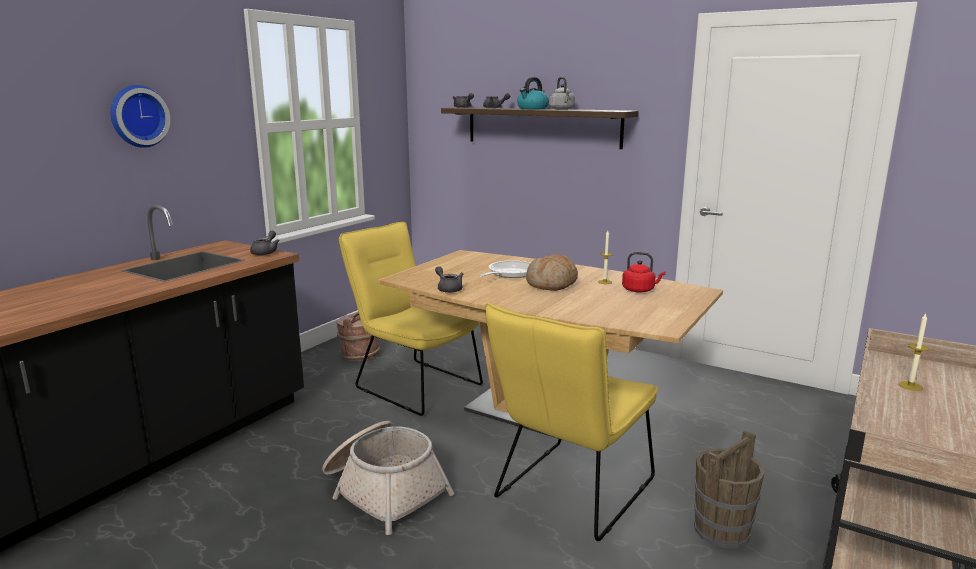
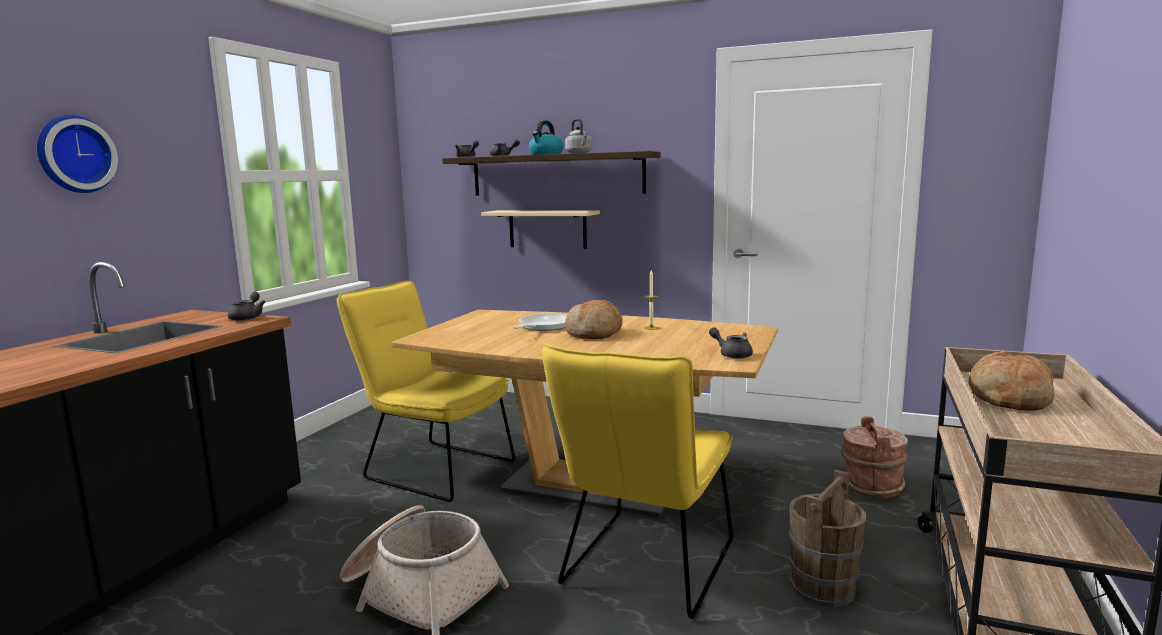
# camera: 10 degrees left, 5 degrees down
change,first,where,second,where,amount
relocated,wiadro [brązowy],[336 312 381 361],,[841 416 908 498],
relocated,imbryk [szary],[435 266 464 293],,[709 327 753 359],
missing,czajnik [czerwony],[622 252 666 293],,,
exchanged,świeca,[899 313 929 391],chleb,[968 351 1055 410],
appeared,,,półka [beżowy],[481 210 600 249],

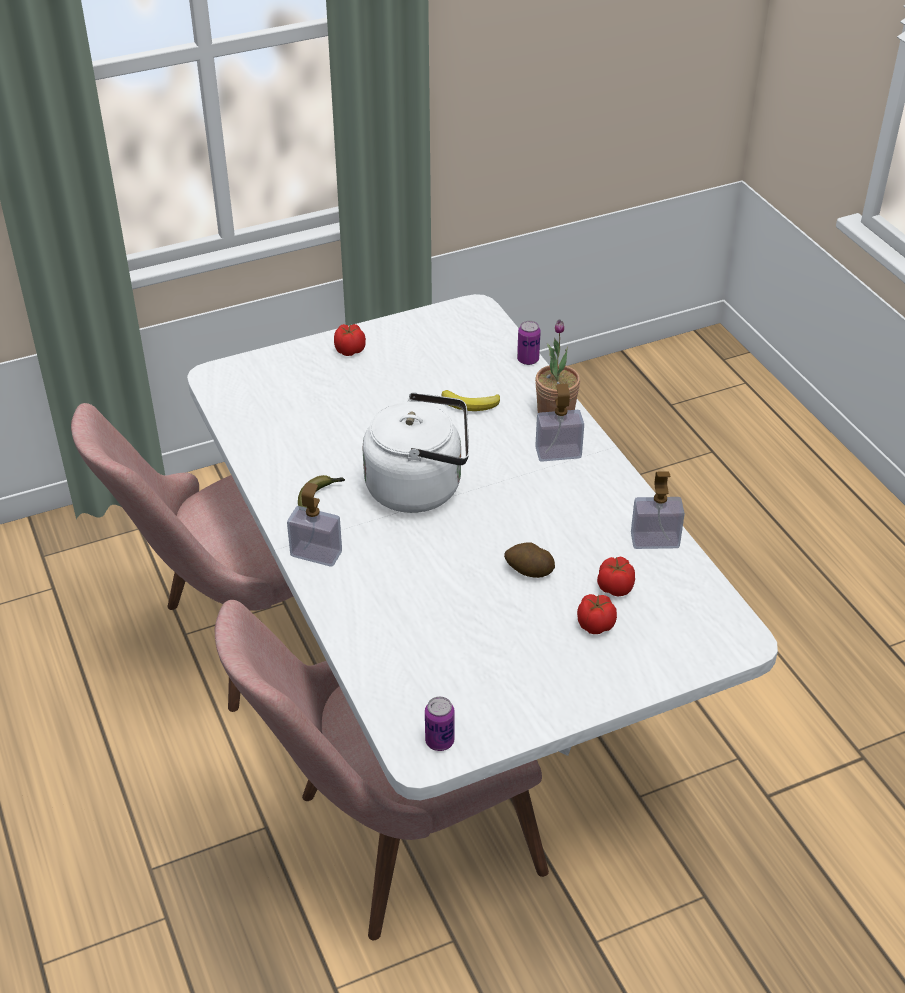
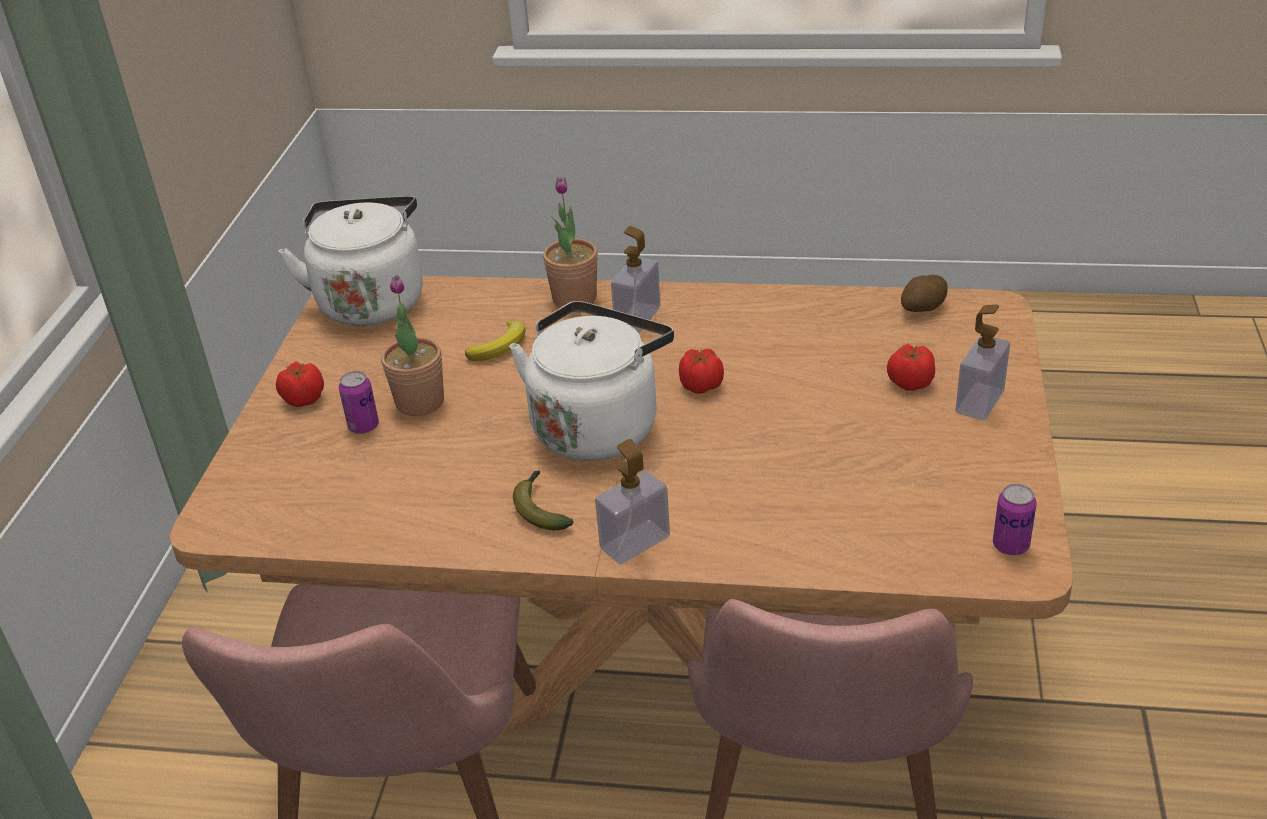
# camera: 55 degrees left, 5 degrees down
change,first,where,second,where,amount
colour,stół jadalny [biały],[187 294 778 800],stół jadalny [brązowy],[169 276 1073 734],
relocated,ziemniak,[504 542 555 578],,[901 275 948 312],
relocated,puszka,[517 321 541 365],,[339 371 379 434],
relocated,pomidor,[597 556 635 596],,[679 348 724 394],
relocated,dozownik mydła,[631 471 685 549],,[956 305 1010 421],
appeared,,,czajnik [biały],[279 196 423 326],
appeared,,,roślina doniczkowa,[381 275 444 416],

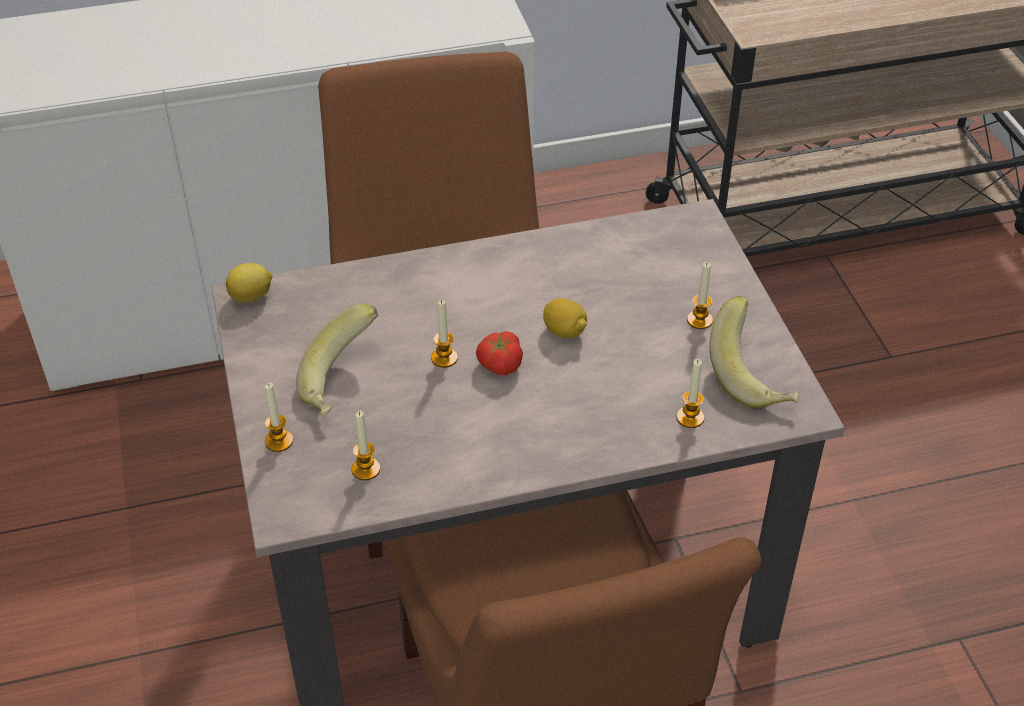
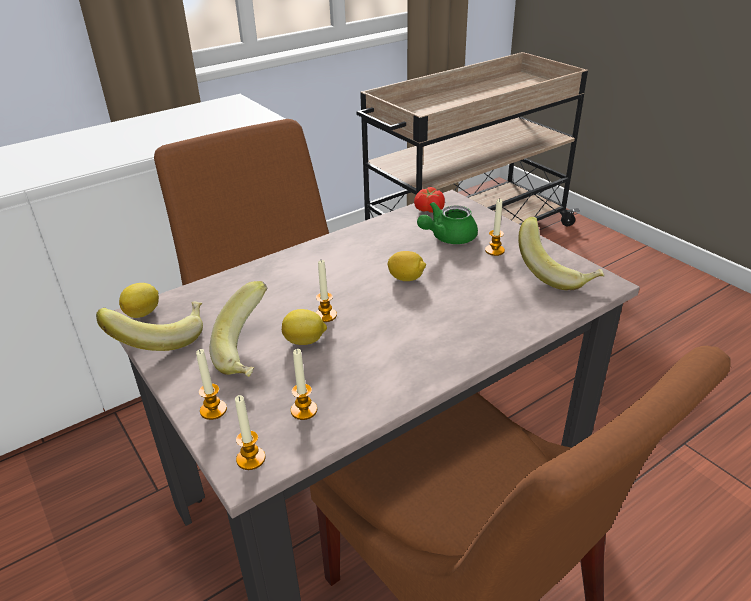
# camera: 20 degrees left, 10 degrees down
change,first,where,second,where,amount
relocated,pomidor,[476 331 523 376],,[414 187 445 213],
relocated,świeca,[676 359 705 428],,[235 395 265 470],
appeared,,,banan,[96 301 203 351],
appeared,,,cytryna,[282 309 327 345],
appeared,,,imbryk [zielony],[417 202 478 244],

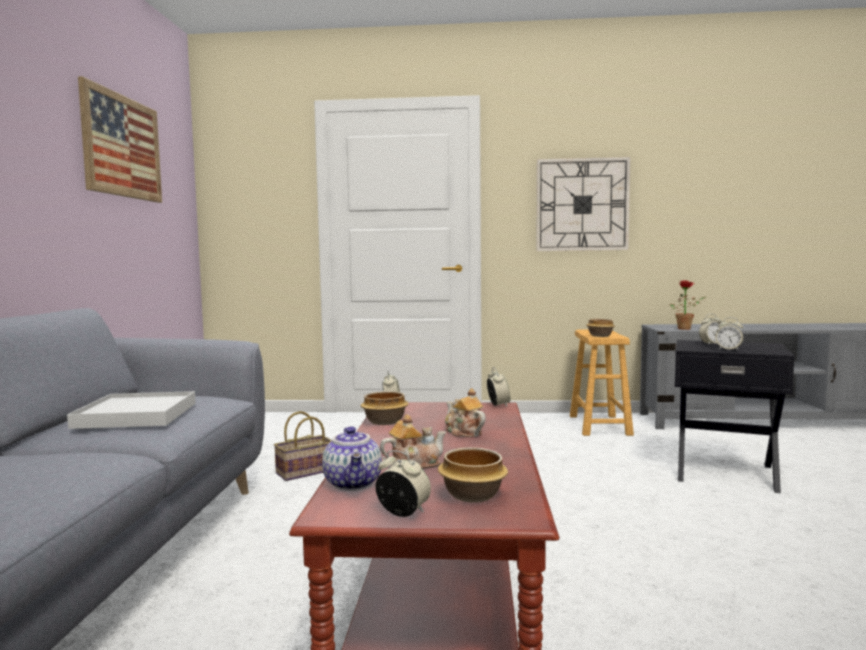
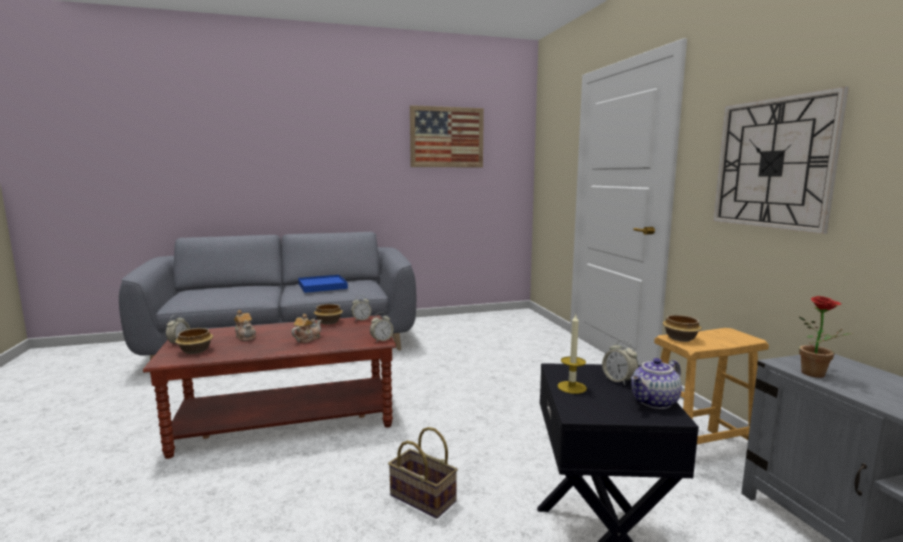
# camera: 70 degrees right, 5 degrees up
change,first,where,second,where,amount
colour,taca [biały],[67 391 196 429],taca [niebieski],[298 275 348 293],
relocated,koszyk,[274 411 332 481],,[388 427 458 519],
relocated,imbryk,[322 426 382 491],,[631 358 682 409],
exchanged,budzik,[715 317 743 351],świeca,[557 315 587 394],

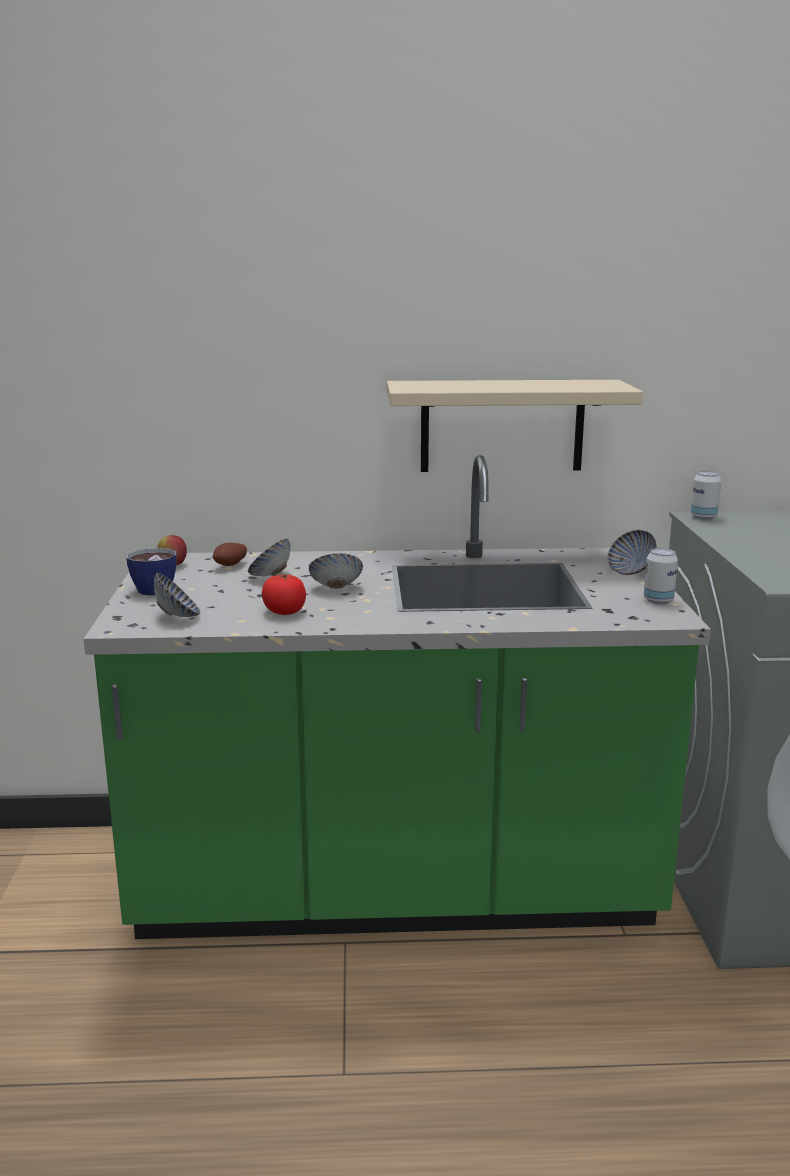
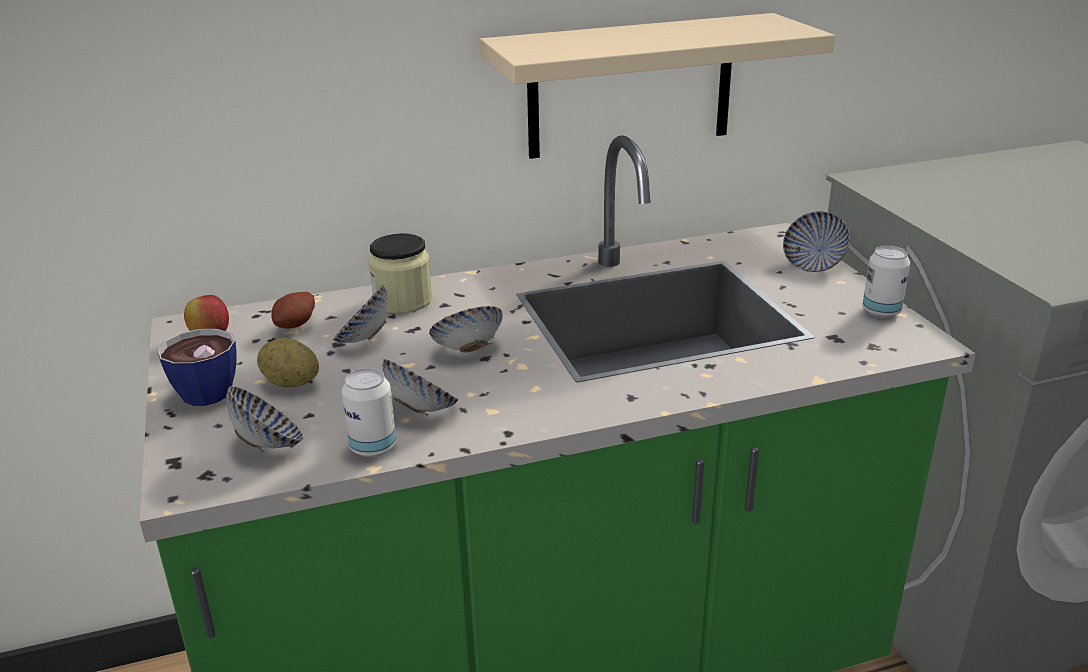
# camera: 15 degrees left, 10 degrees up
change,first,where,second,where,amount
exchanged,pomidor,[262 574 306 615],miska,[383 359 458 416],
relocated,puszka,[691 471 721 520],,[342 368 396 457],
appeared,,,ziemniak,[257 338 319 387],
appeared,,,słoik,[369 233 432 314],

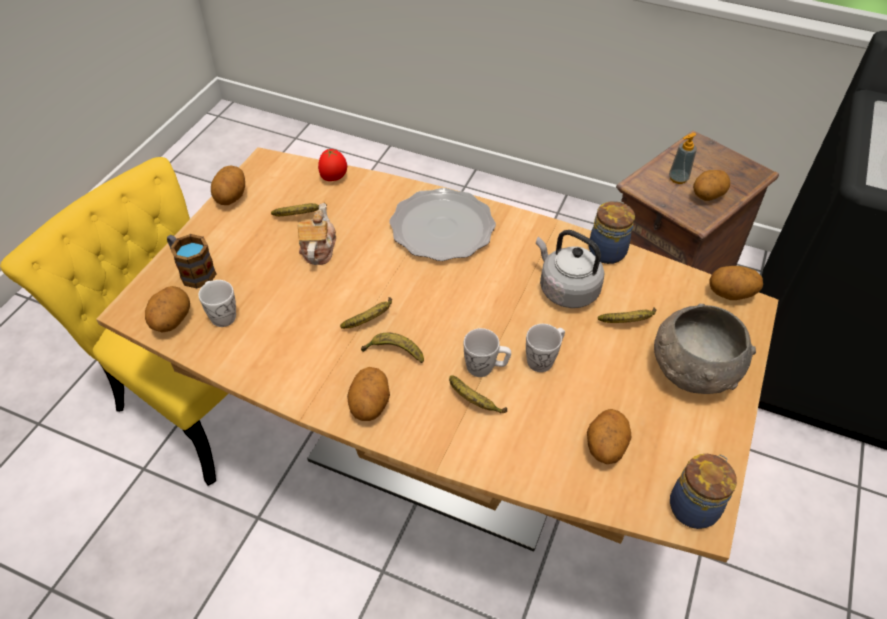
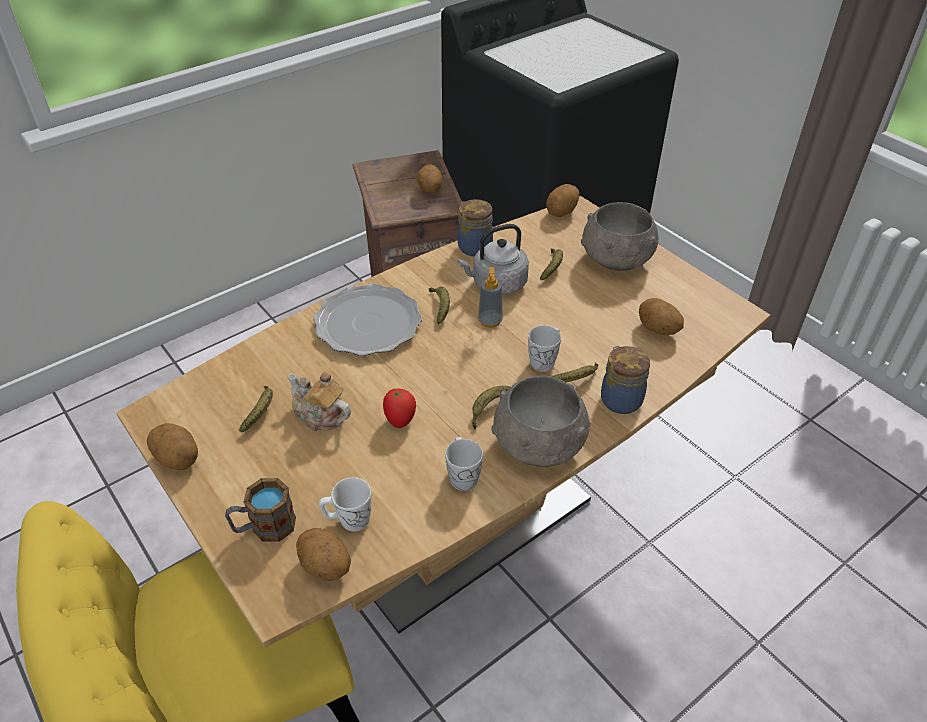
# camera: 60 degrees left, 5 degrees down
change,first,where,second,where,amount
relocated,pomidor,[318 149 347 181],,[383 389 416 428],
relocated,banan,[340 297 392 329],,[429 287 450 324],
exchanged,ziemniak,[347 367 390 421],miska [szary],[491 376 590 467],
relocated,kubek [biały],[526 324 565 372],,[445 437 483 491],
relocated,dozownik mydła,[669 133 697 184],,[478 267 503 328],
relocated,słoik,[670 454 737 529],,[601 346 650 414],

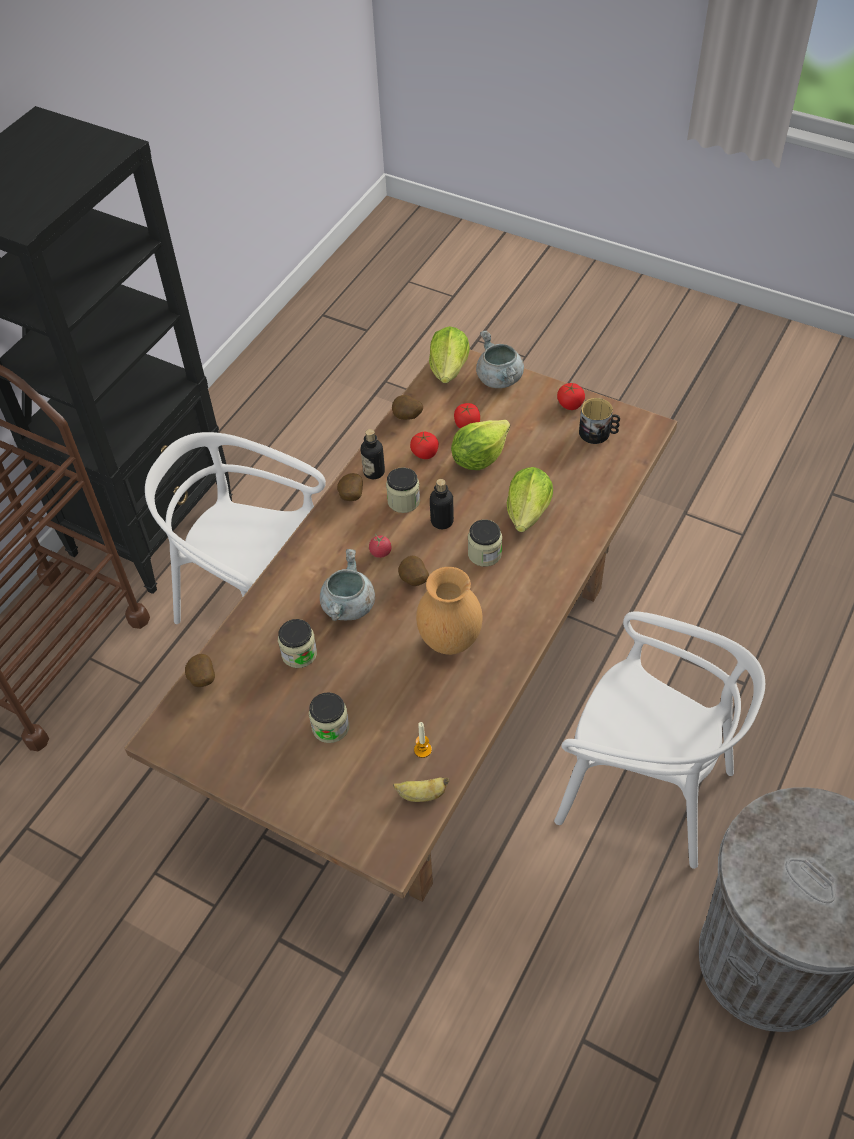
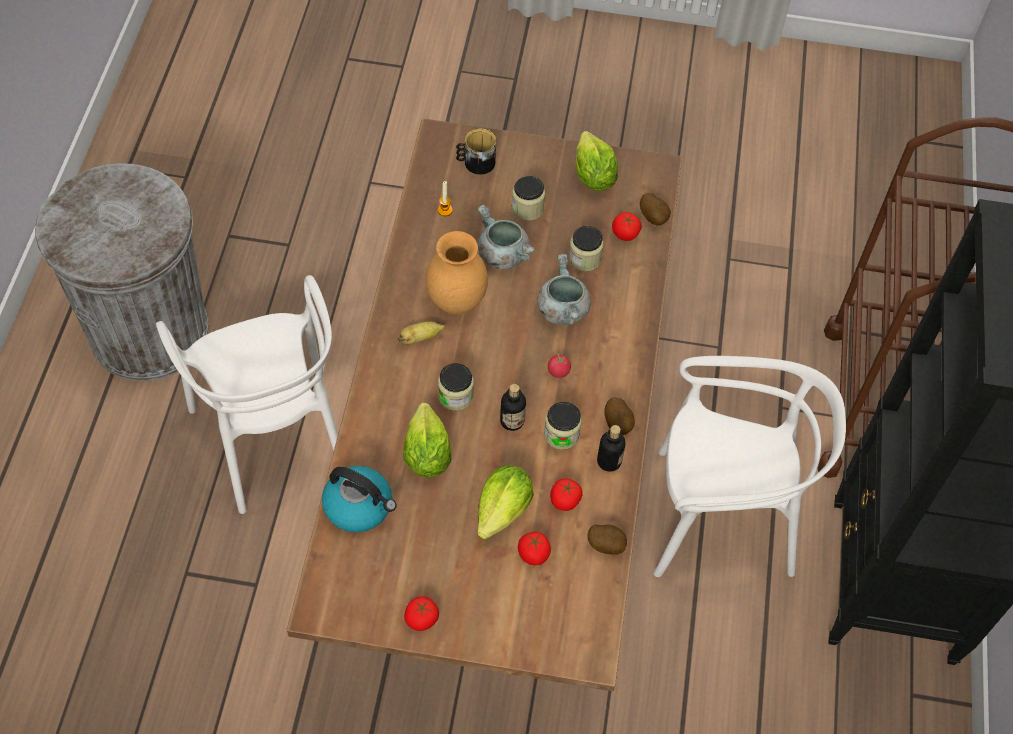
# camera: 155 degrees right, 5 degrees up
change,first,where,second,where,amount
relocated,banan,[393 777 449 802],,[398 321 445 344],
missing,ziemniak,[398 556 429 586],,,
relocated,sałata,[429 326 470 383],,[575 131 618 191],
relocated,garnek [szary],[476 331 524 388],,[477 204 535 269],
spun,krzesło [biały],[554 611 765 869],,[156 275 338 514],120 degrees counterclockwise
relocated,kubek,[579 398 620 444],,[456 128 496 175],
appeared,,,czajnik,[322 466 396 533],
appeared,,,pomidor,[612 212 642 241],

